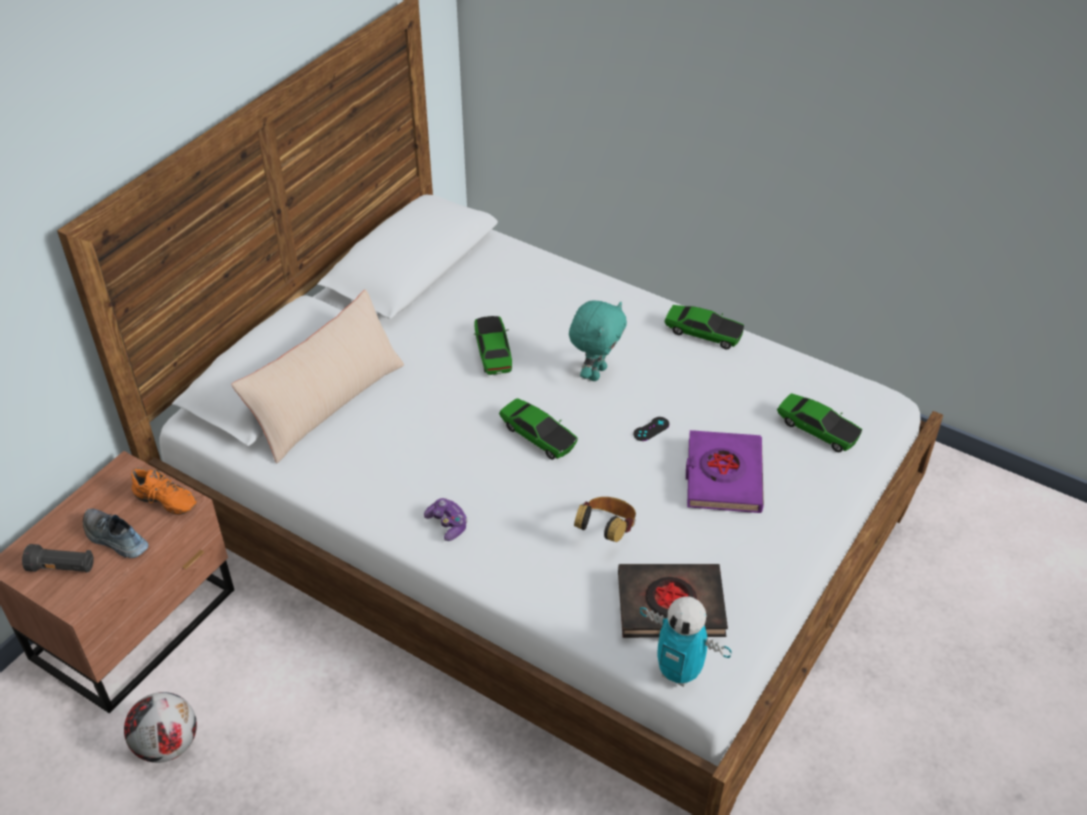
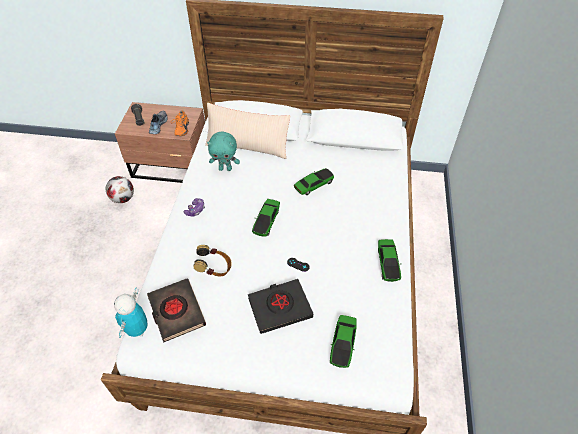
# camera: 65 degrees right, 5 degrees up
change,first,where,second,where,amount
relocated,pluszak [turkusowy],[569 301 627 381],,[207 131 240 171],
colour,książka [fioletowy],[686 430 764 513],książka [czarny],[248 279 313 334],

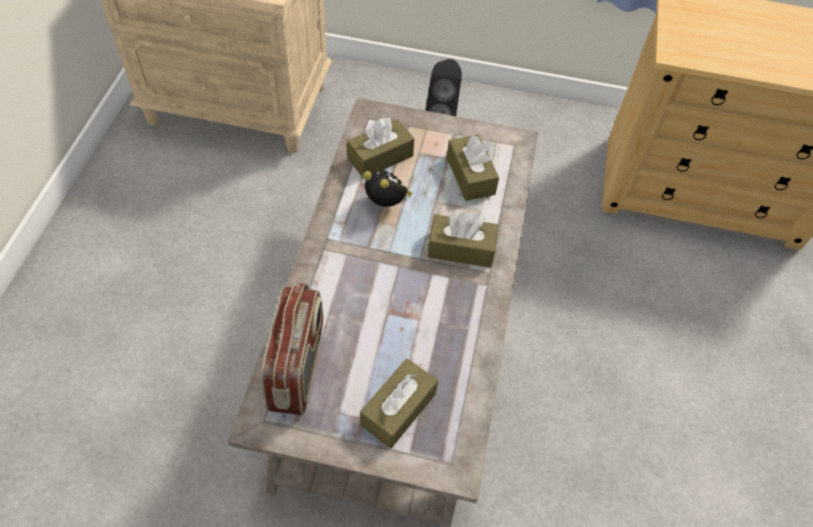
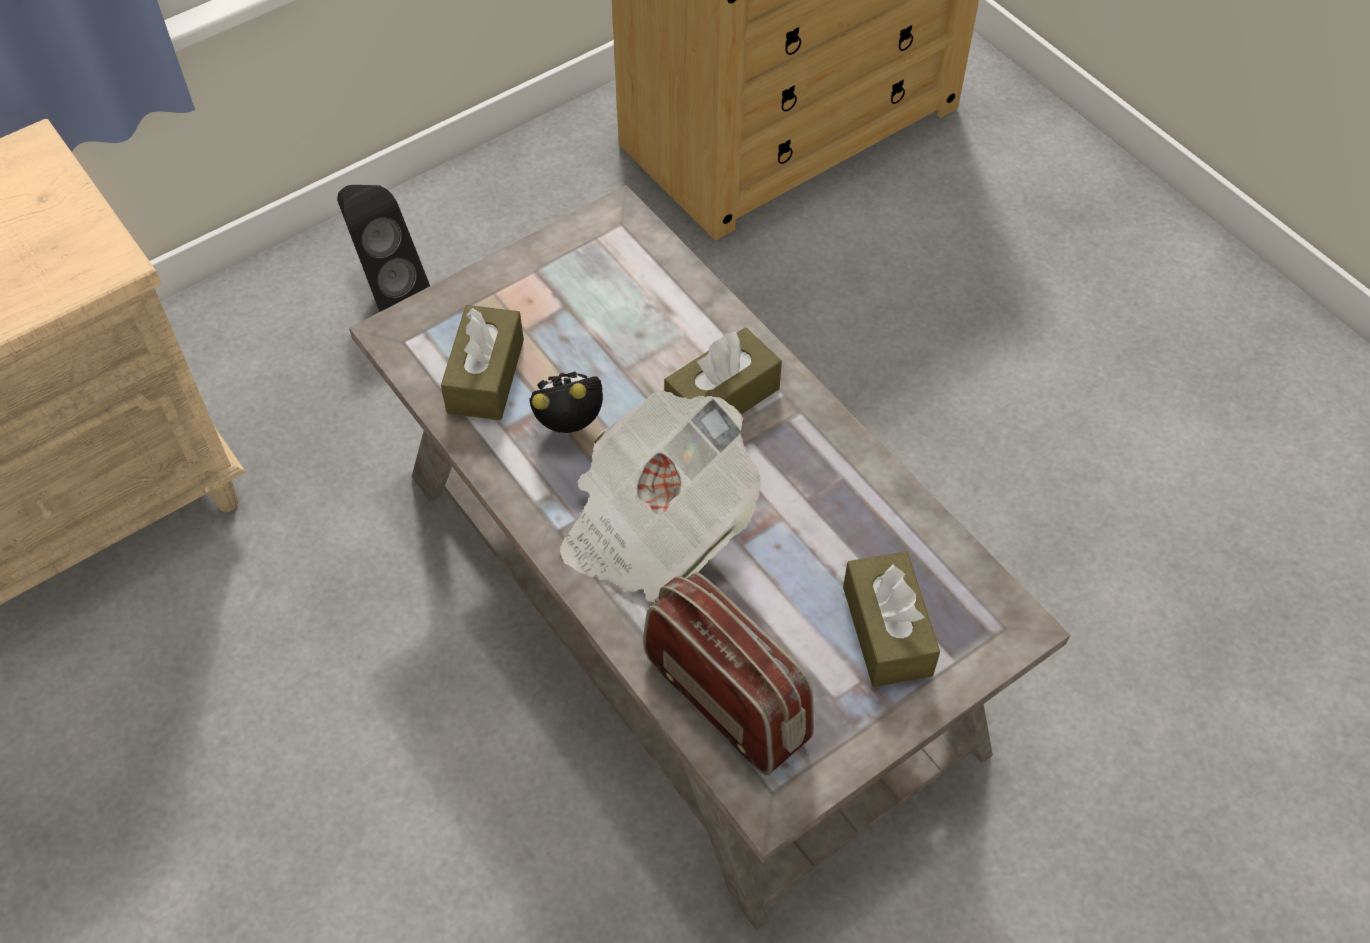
# camera: 45 degrees left, 0 degrees up
change,first,where,second,where,amount
missing,pudełko chusteczek [brązowy],[447 134 499 201],,,
appeared,,,gazeta,[560 390 761 602],

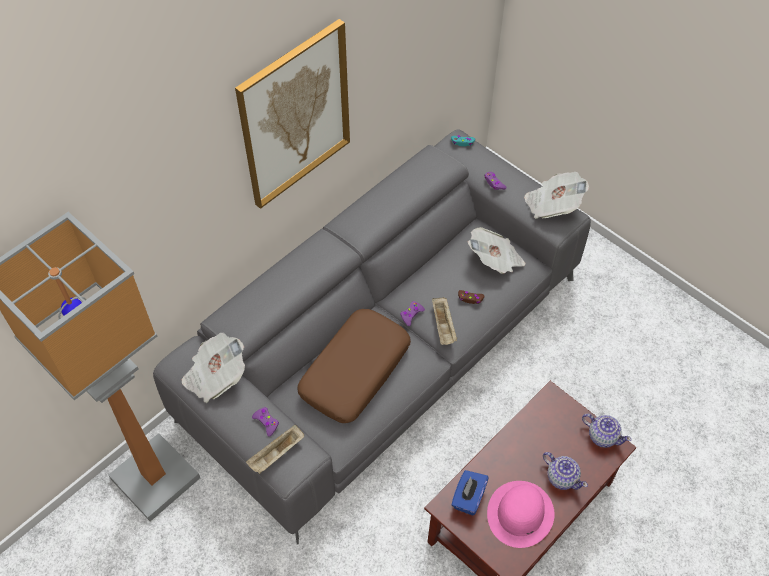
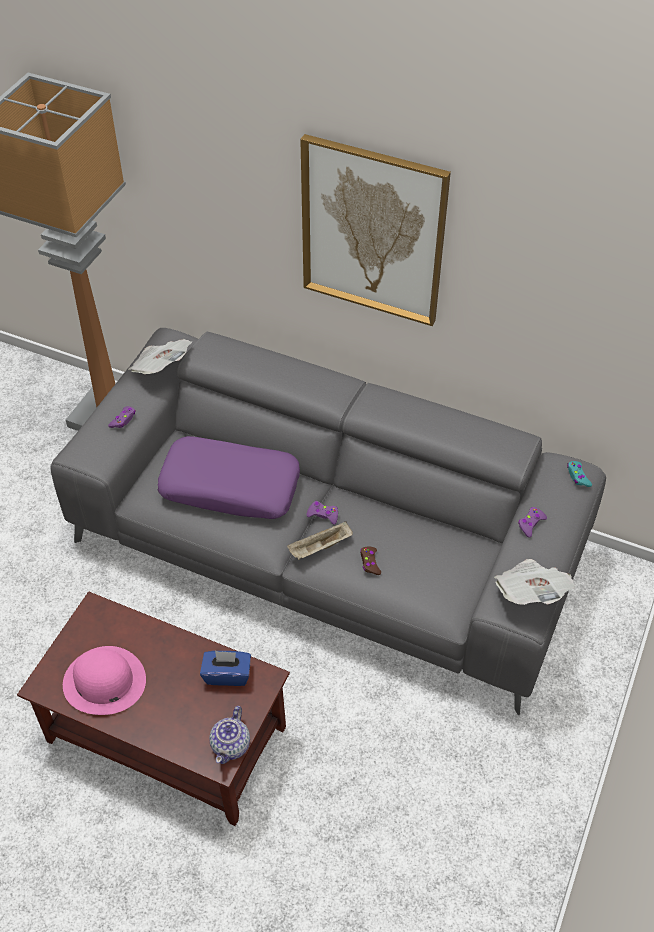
# camera: 70 degrees right, 5 degrees down
change,first,where,second,where,amount
missing,taca [beżowy],[246 425 304 474],,,
colour,poduszka [brązowy],[297 309 411 423],poduszka [fioletowy],[158 436 300 519],
relocated,pudełko chusteczek [niebieski],[452 470 489 516],,[200 651 251 686],
missing,gazeta,[468 227 525 274],,,
missing,imbryk,[543 452 588 490],,,

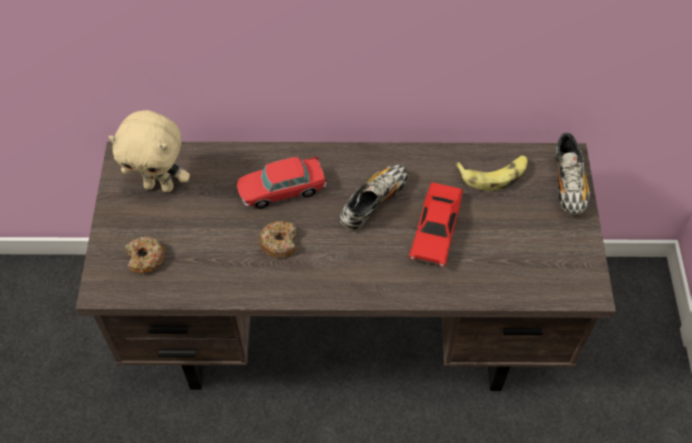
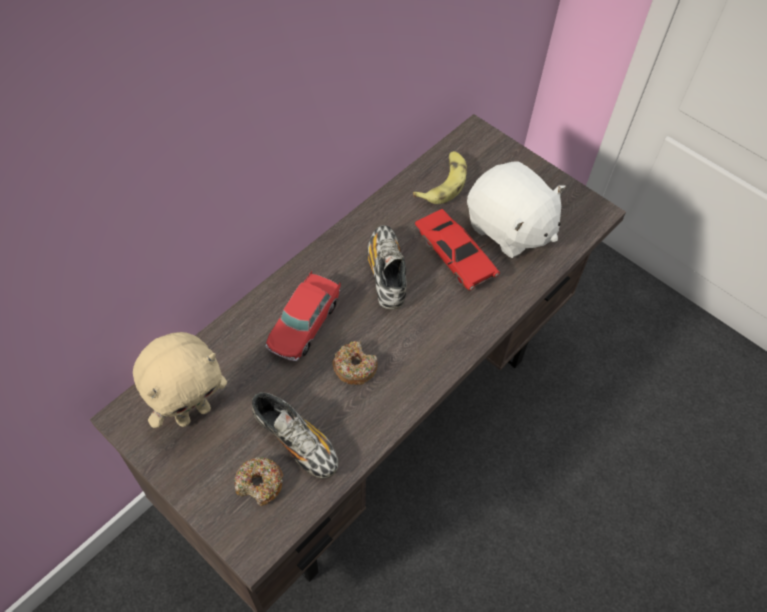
# camera: 50 degrees left, 0 degrees up
change,first,where,second,where,amount
relocated,but,[554 133 590 216],,[252 392 338 478],
appeared,,,pluszak [biały],[467 162 566 258],

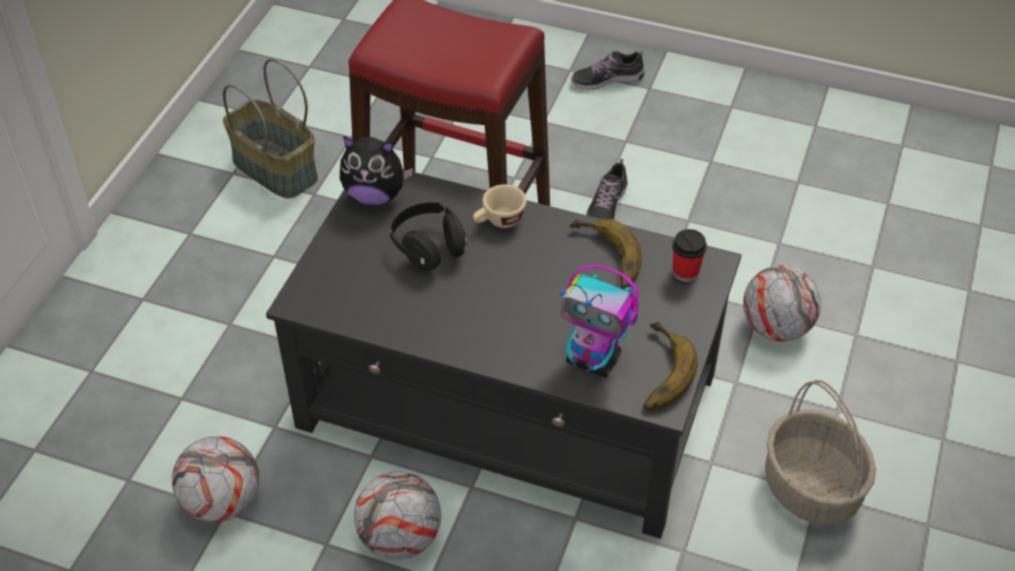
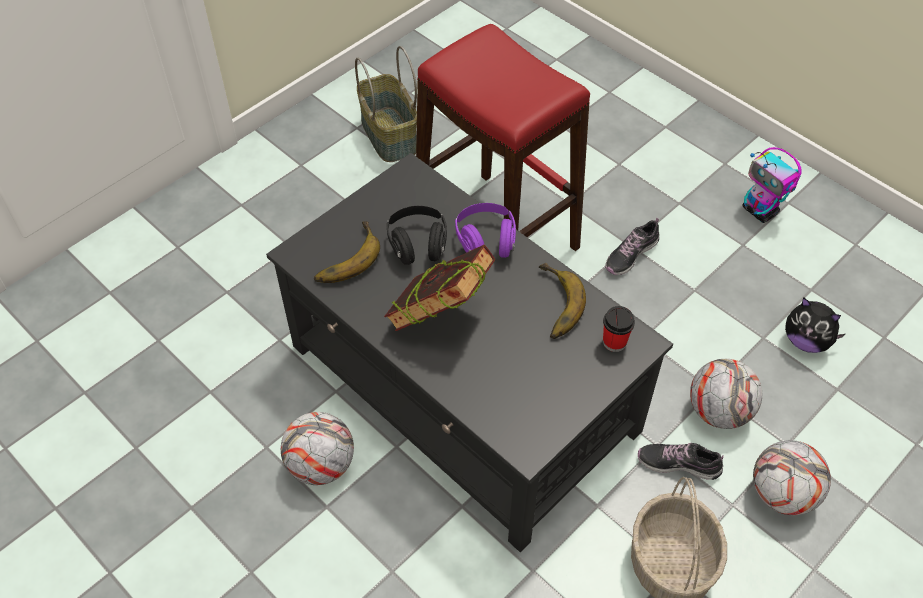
# camera: 25 degrees right, 5 degrees up
change,first,where,second,where,amount
relocated,piłka futbolowa,[172 436 259 522],,[753 440 831 515],
relocated,pluszak,[340 136 413 205],,[785 298 845 353],
exchanged,filiżanka [beżowy],[473 184 527 228],słuchawki [fioletowy],[455 203 516 258],
relocated,robot zabawkowy,[560 265 639 378],,[742 147 801 223],
relocated,but,[571 50 645 90],,[638 443 724 480],
relocated,banan,[643 322 698 411],,[314 221 380 283],
appeared,,,książka,[384 245 495 331],

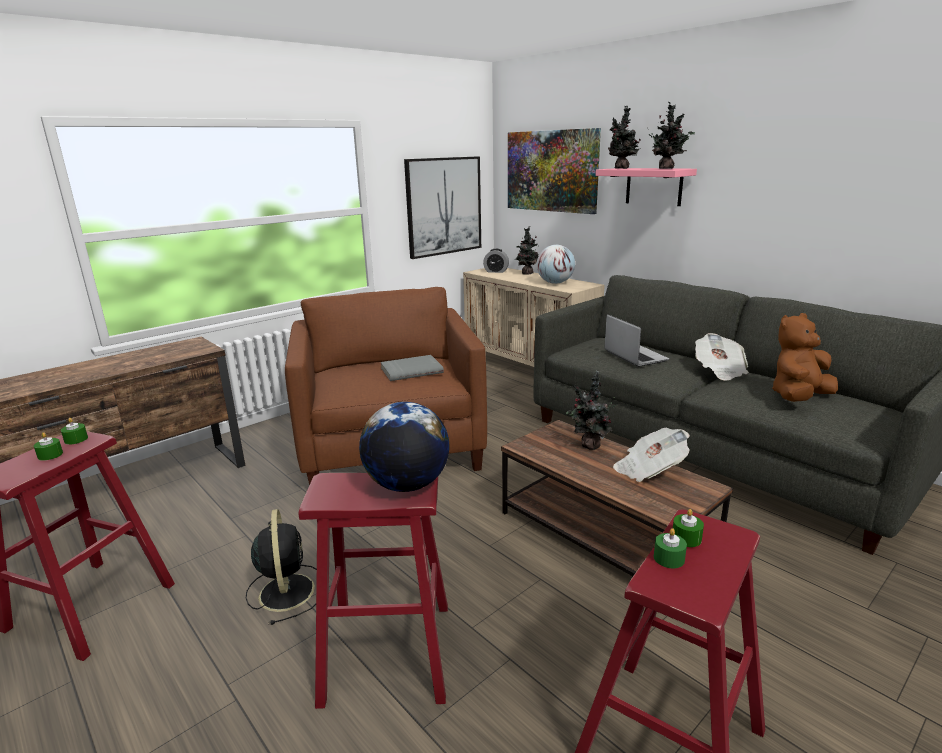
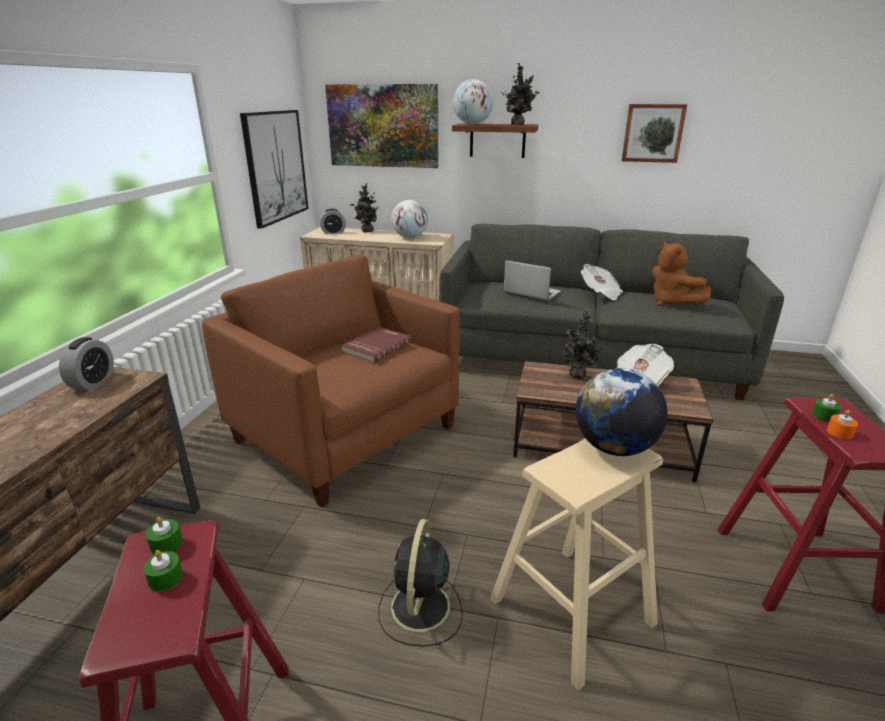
# camera: 35 degrees left, 5 degrees up
change,first,where,second,where,amount
spun,wentylator [czarny],[246 509 317 625],,[378 519 463 647],120 degrees counterclockwise
colour,stołek [czerwony],[299 473 448 709],stołek [beżowy],[490 438 663 691],
colour,książka [szary],[380 355 444 381],książka [czerwony],[341 327 412 362],
colour,półka [różowy],[595 168 697 206],półka [brązowy],[452 123 538 158],
exchanged,roślina doniczkowa,[608 106 641 169],globus,[453 79 493 124],
colour,świeca [zielony],[654 528 687 568],świeca [pomarańczowy],[827 410 858 439],
spun,pluszak [brązowy],[772 313 838 402],,[652 241 711 306],45 degrees counterclockwise
appeared,,,budzik,[59 337 114 390],
appeared,,,obraz,[621 104 687 163],

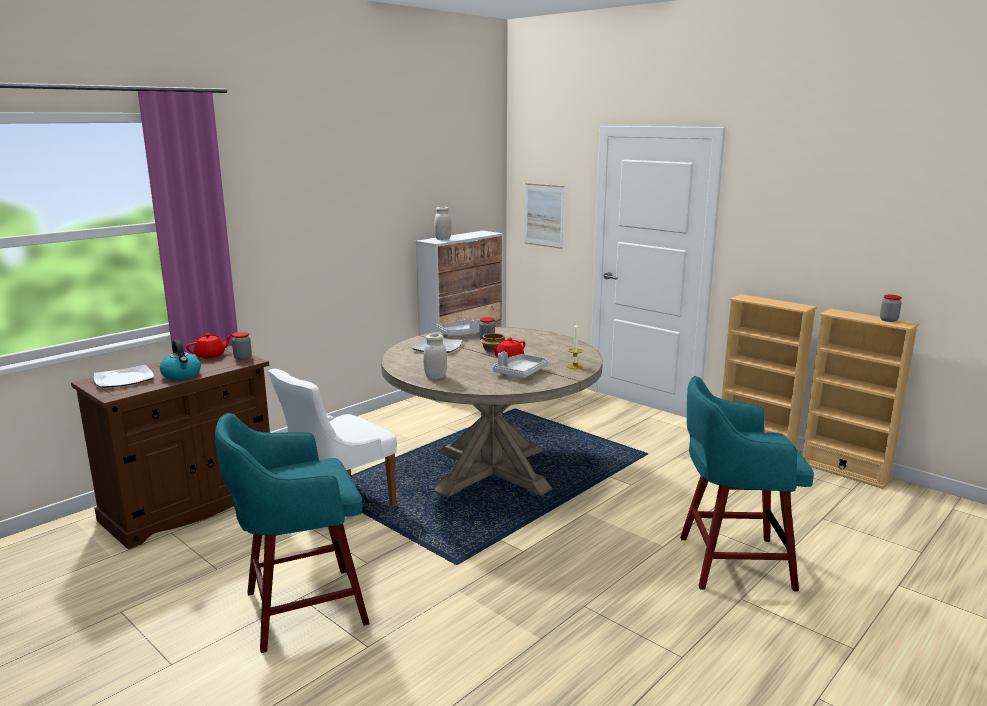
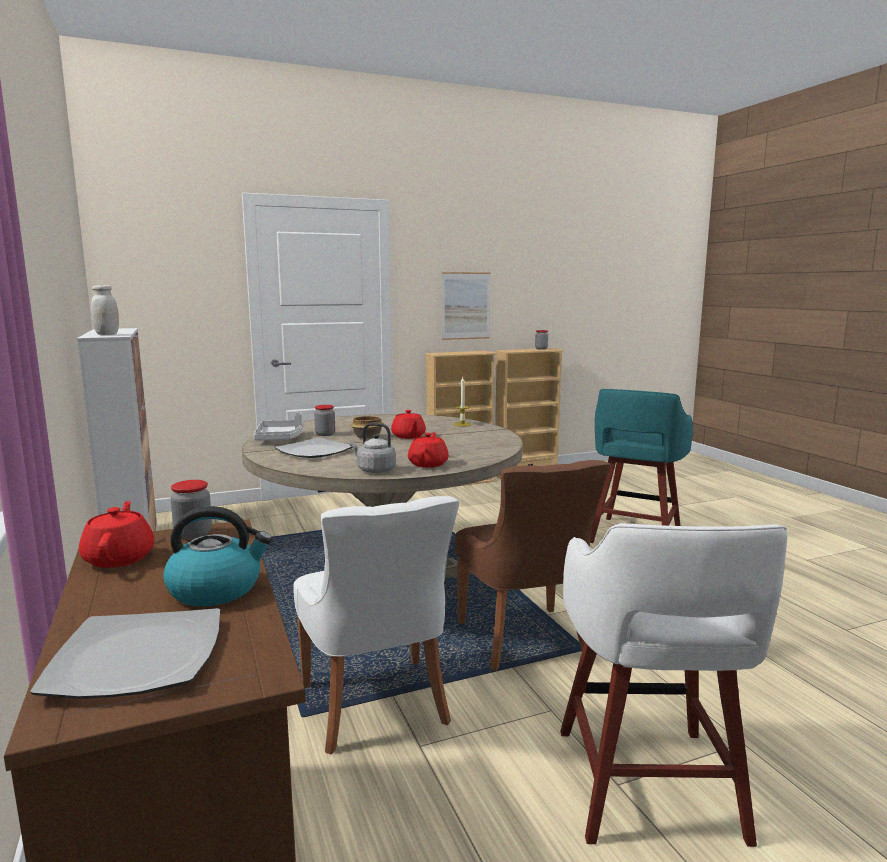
# camera: 65 degrees left, 5 degrees down
change,first,where,second,where,amount
colour,stołek [turkusowy],[215 413 370 653],stołek [biały],[560 523 787 847],
exchanged,słoik [biały],[423 334 447 379],imbryk [czerwony],[408 432 449 468],
missing,taca [szary],[492 352 548 378],,,
relocated,obraz,[525 183 564 249],,[442 272 491 340],
appeared,,,czajnik [szary],[350 423 396 473],
appeared,,,krzesło [brązowy],[455 460 610 672],

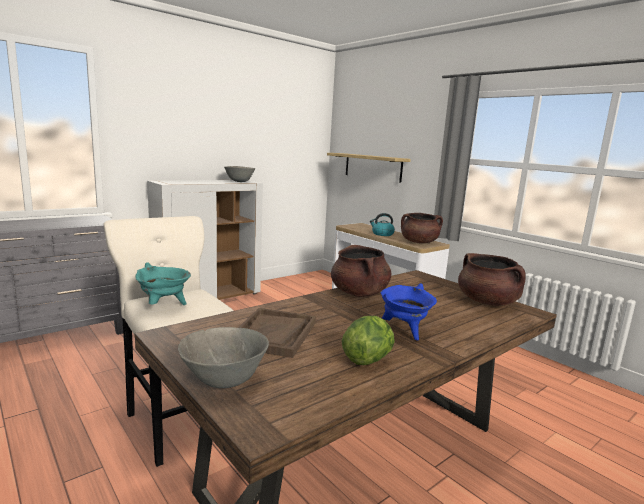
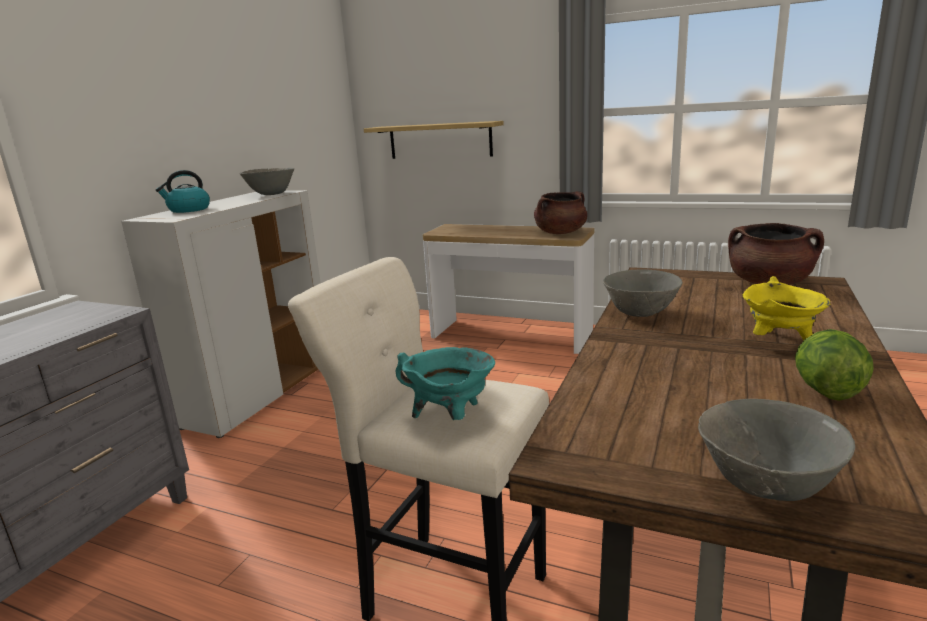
# camera: 25 degrees left, 5 degrees up
change,first,where,second,where,amount
missing,taca [brązowy],[238 308 316 358],,,
exchanged,garnek [brązowy],[331 245 391 297],miska [szary],[603 269 683 317],
relocated,czajnik,[370 213 395 236],,[156 170 210 213],
colour,garnek [niebieski],[380 284 437 340],garnek [żółty],[743 276 830 340],

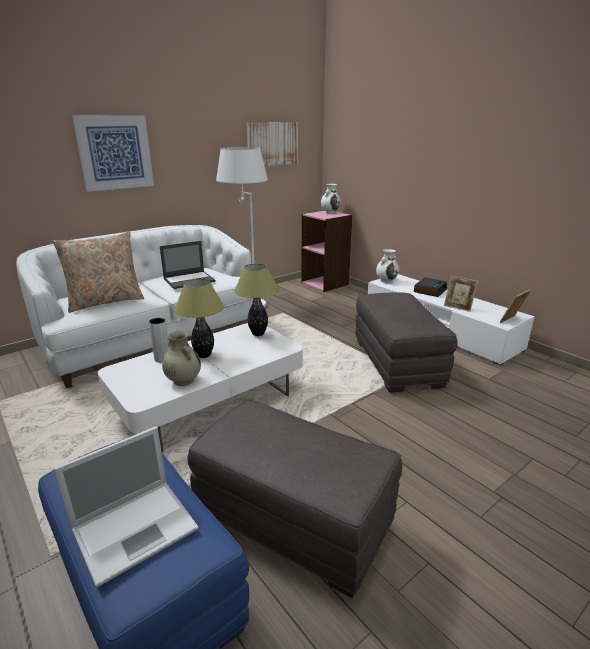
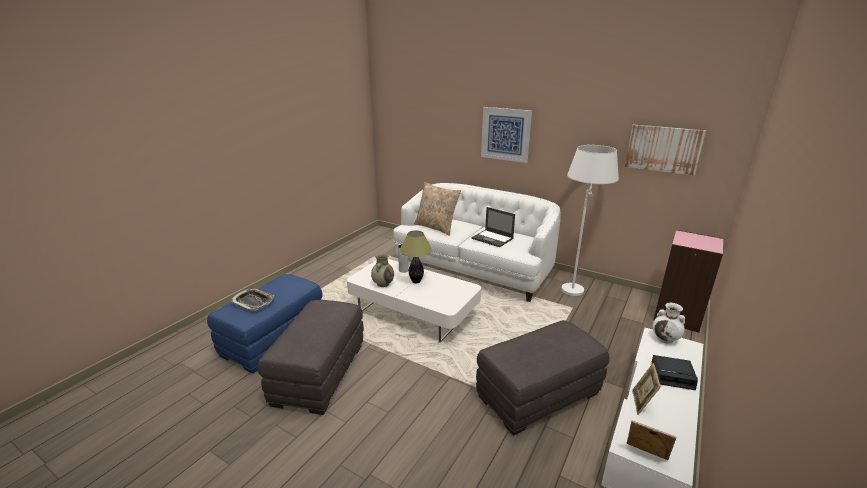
# camera: 70 degrees right, 0 degrees up
change,first,where,second,where,amount
exchanged,laptop,[54 427 199 588],taca,[230 288 274 311],
missing,lampa stołowa,[234 263 279 336],,,
missing,wazon [biały],[321 184 341 213],,,

